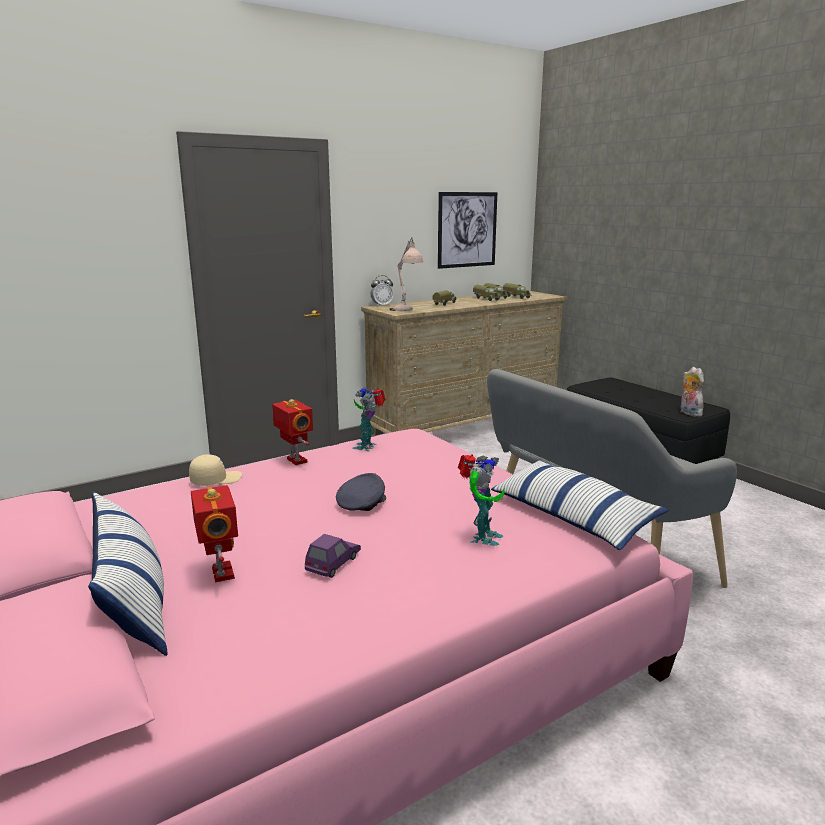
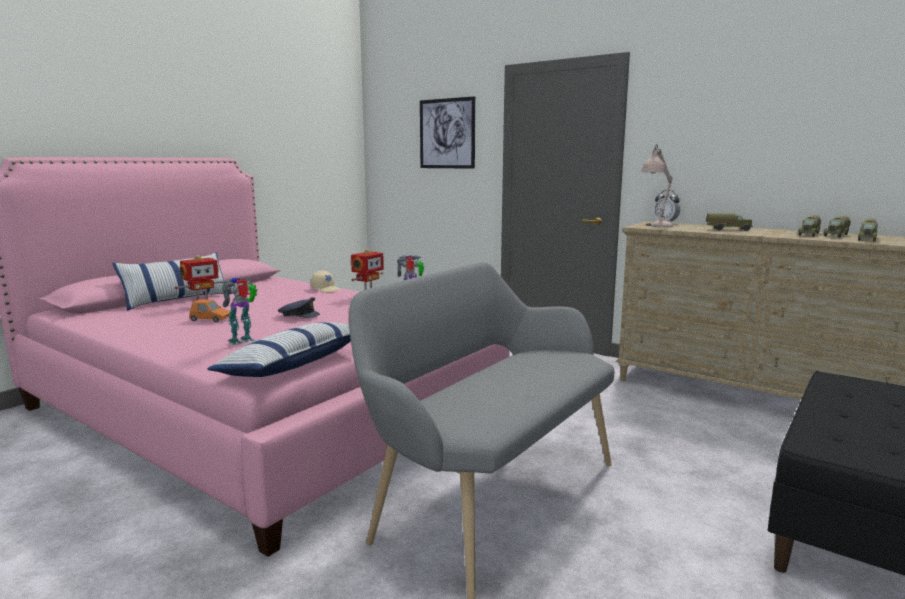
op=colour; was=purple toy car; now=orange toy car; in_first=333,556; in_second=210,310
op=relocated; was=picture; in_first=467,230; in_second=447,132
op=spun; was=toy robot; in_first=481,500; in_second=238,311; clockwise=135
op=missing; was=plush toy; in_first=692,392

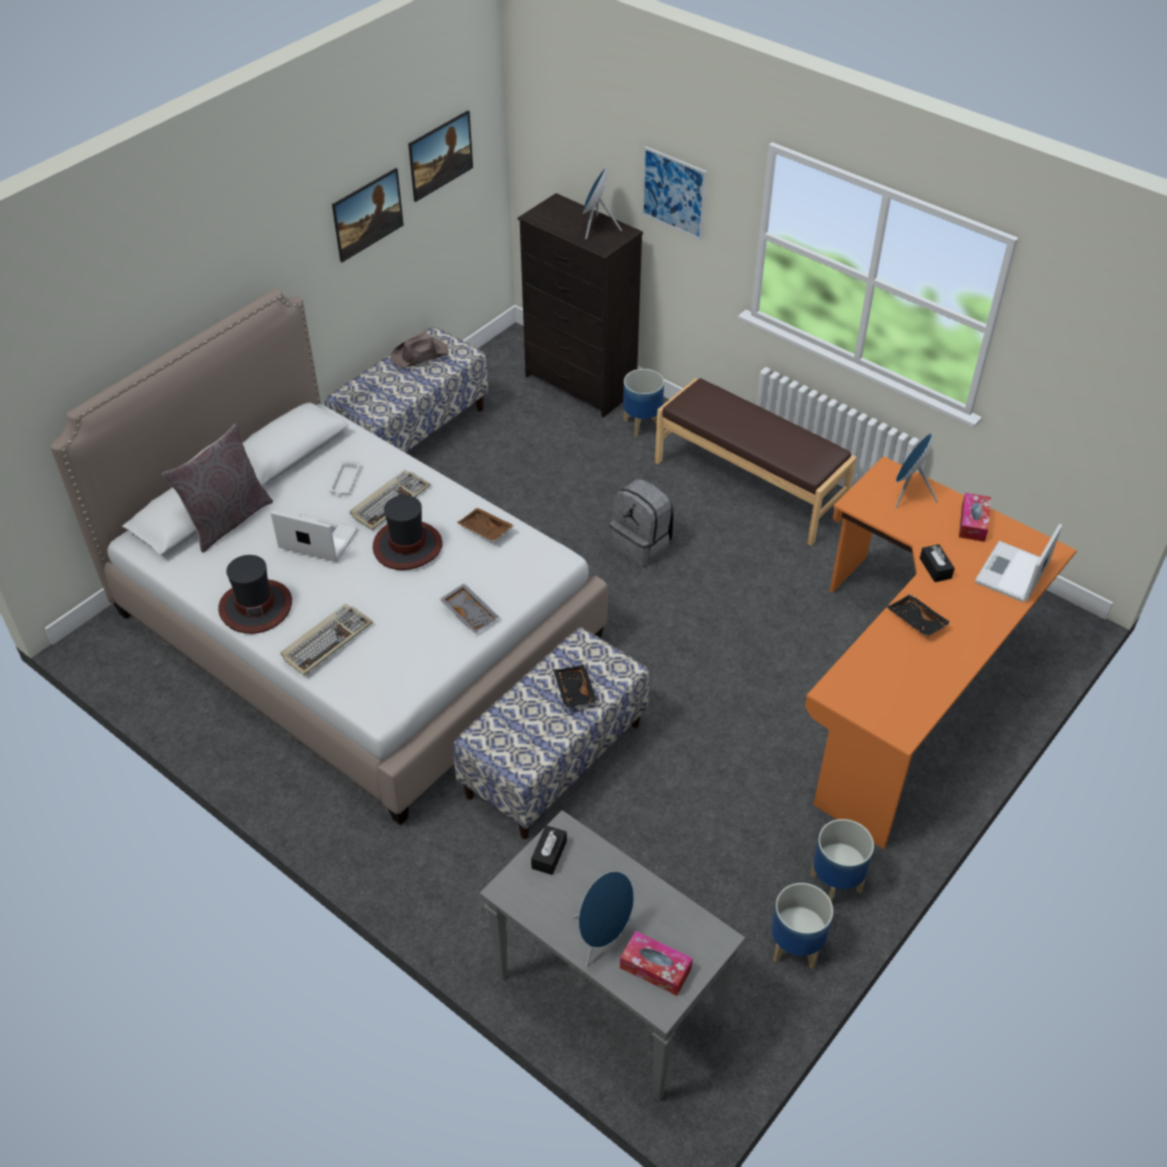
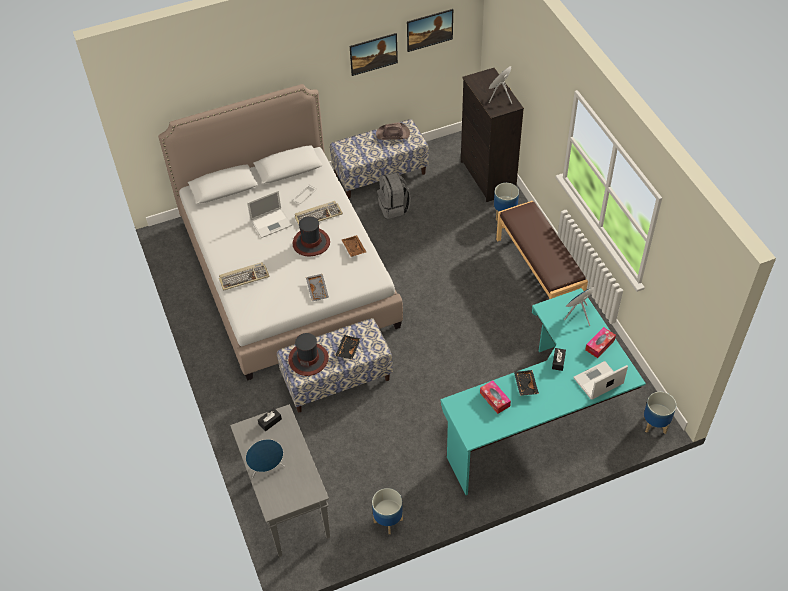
op=missing; was=grey pillow; in_first=217,488
op=relocated; was=hat; in_first=255,594; in_second=308,354
op=spun; was=laptop; in_first=314,536; in_second=269,214; clockwise=105
op=relocated; was=grey backpack; in_first=642,522; in_second=394,195
op=relocated; was=tissue box; in_first=656,963; in_second=495,397
op=missing; was=picture; in_first=674,193
op=colour; was=orange desk; now=turquoise desk; in_first=941,652; in_second=543,391
op=relocated; was=planter; in_first=842,860; in_second=660,413

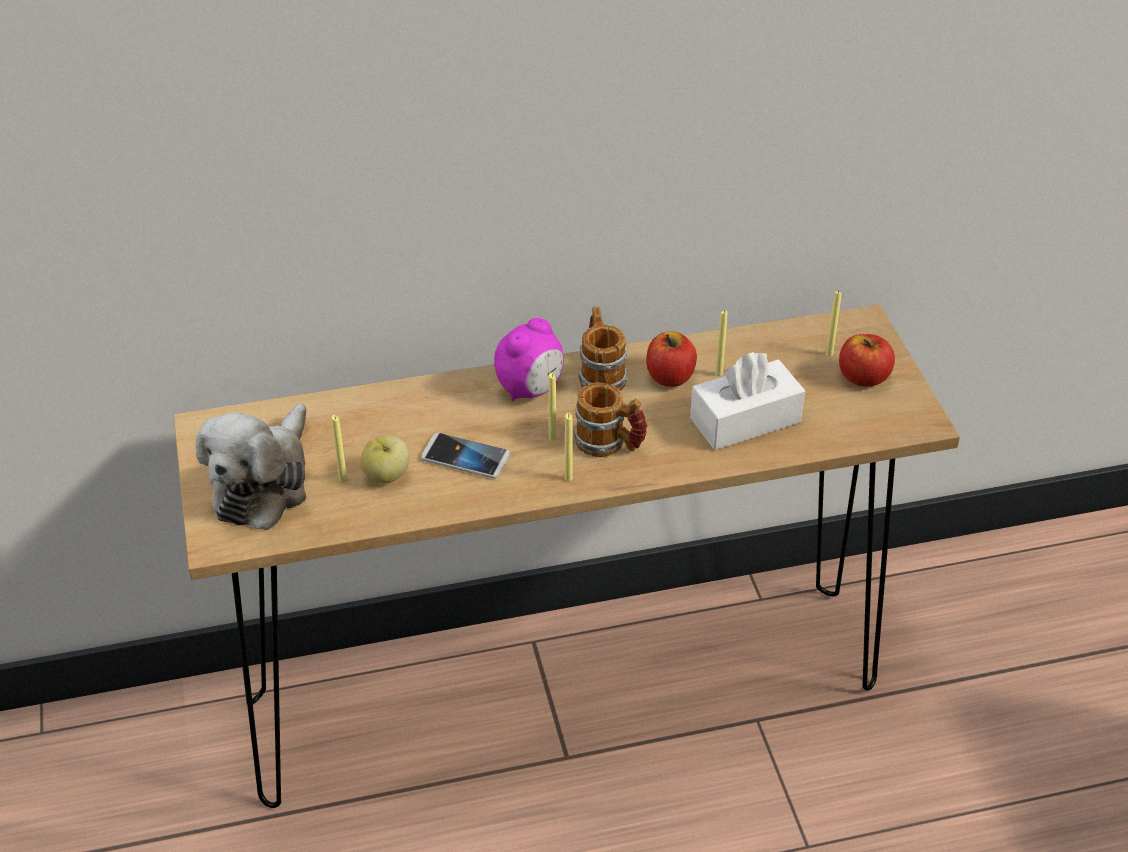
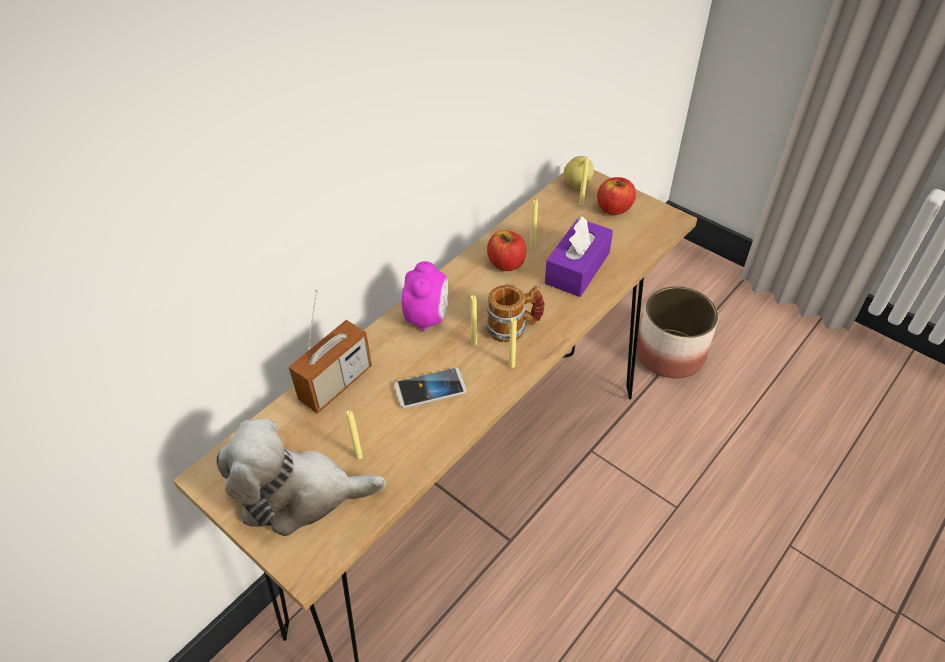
op=spun; was=plush toy; in_first=250,466; in_second=301,477; clockwise=105
op=relocated; was=apple; in_first=385,460; in_second=579,172
op=missing; was=mug; in_first=603,348
op=colour; was=white tissue box; now=purple tissue box; in_first=747,401; in_second=579,256
op=appeared; now=radio; in_second=330,351
op=appeared; now=planter; in_second=677,332

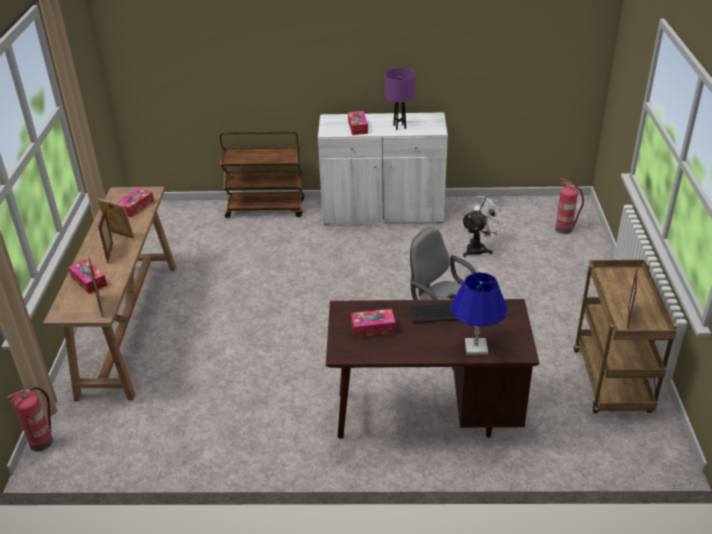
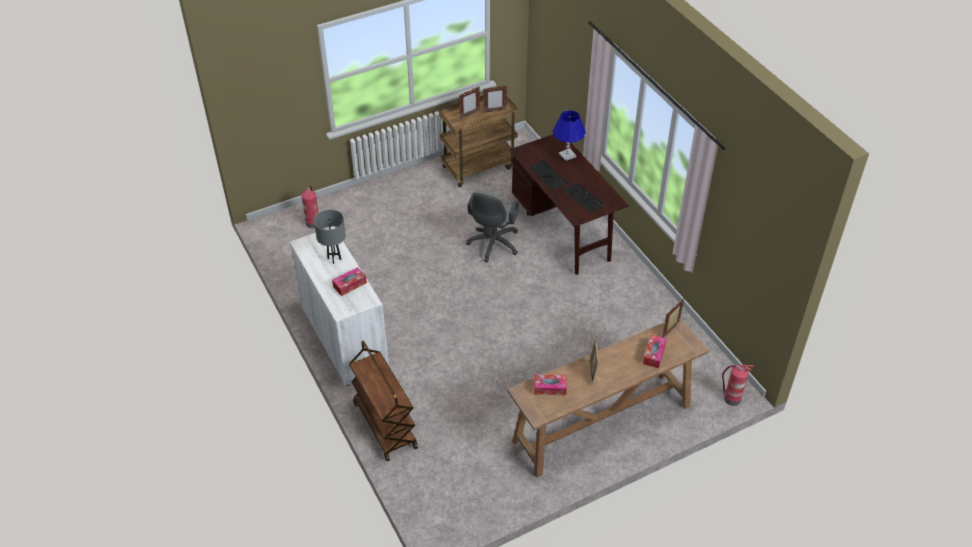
op=relocated; was=picture frame; in_first=105,235; in_second=469,102
op=exchanged; was=tissue box; now=keyboard; in_first=373,323; in_second=584,197
op=colour; was=purple table lamp; now=grey table lamp; in_first=400,99; in_second=330,237
op=missing; was=white fan; in_first=484,225

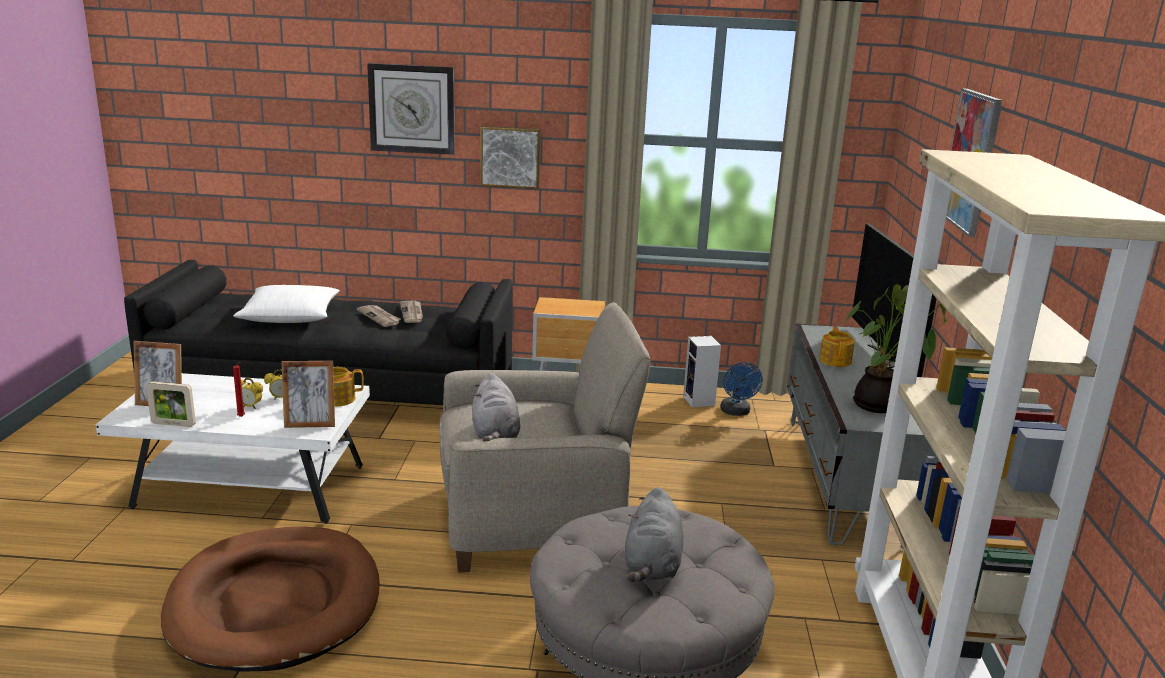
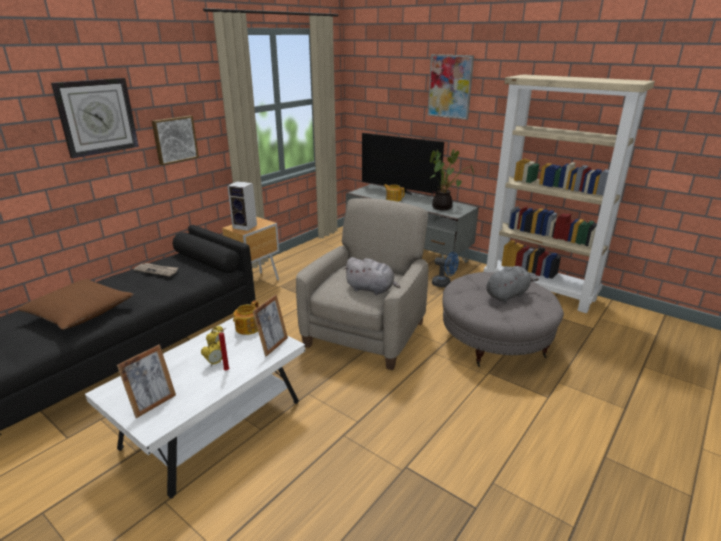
op=missing; was=picture frame; in_first=171,404
op=missing; was=brown dog bed; in_first=270,599
op=colour; was=white pillow; now=brown pillow; in_first=286,304; in_second=75,304
op=missing; was=newspaper; in_first=379,316
op=spun; was=grey plush toy; in_first=654,534; in_second=512,284; clockwise=-75
op=relocated; was=speaker; in_first=702,372; in_second=242,206
op=relocated; was=blue fan; in_first=741,389; in_second=445,270

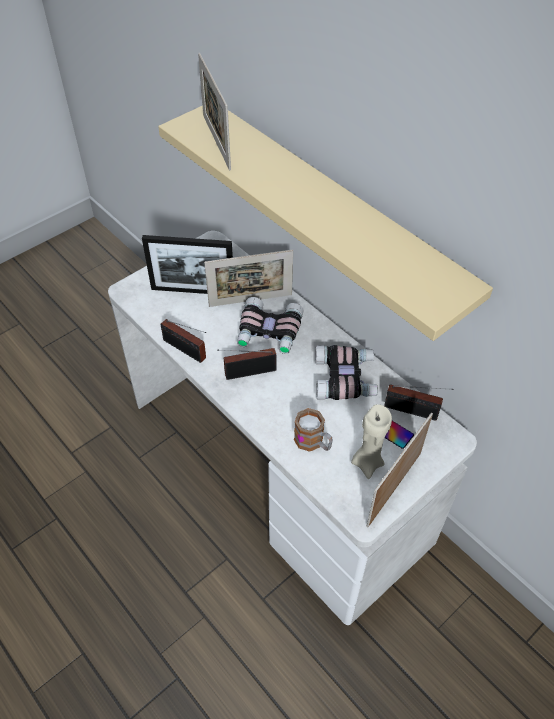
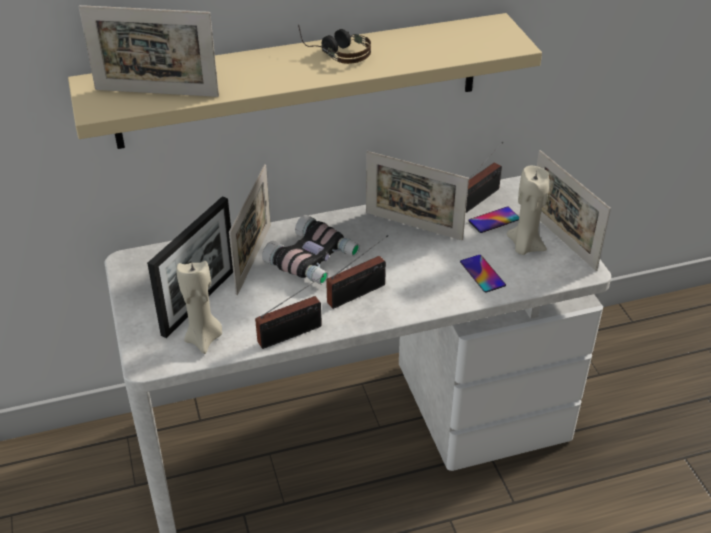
op=spun; was=radio; in_first=247,364; in_second=357,272; clockwise=-135
op=exchanged; was=mug; now=phone; in_first=313,430; in_second=483,274
op=exchanged; was=binoculars; now=picture frame; in_first=346,372; in_second=417,195
op=appeared; now=beige candle; in_second=199,307
op=appeared; now=headphones; in_second=334,44

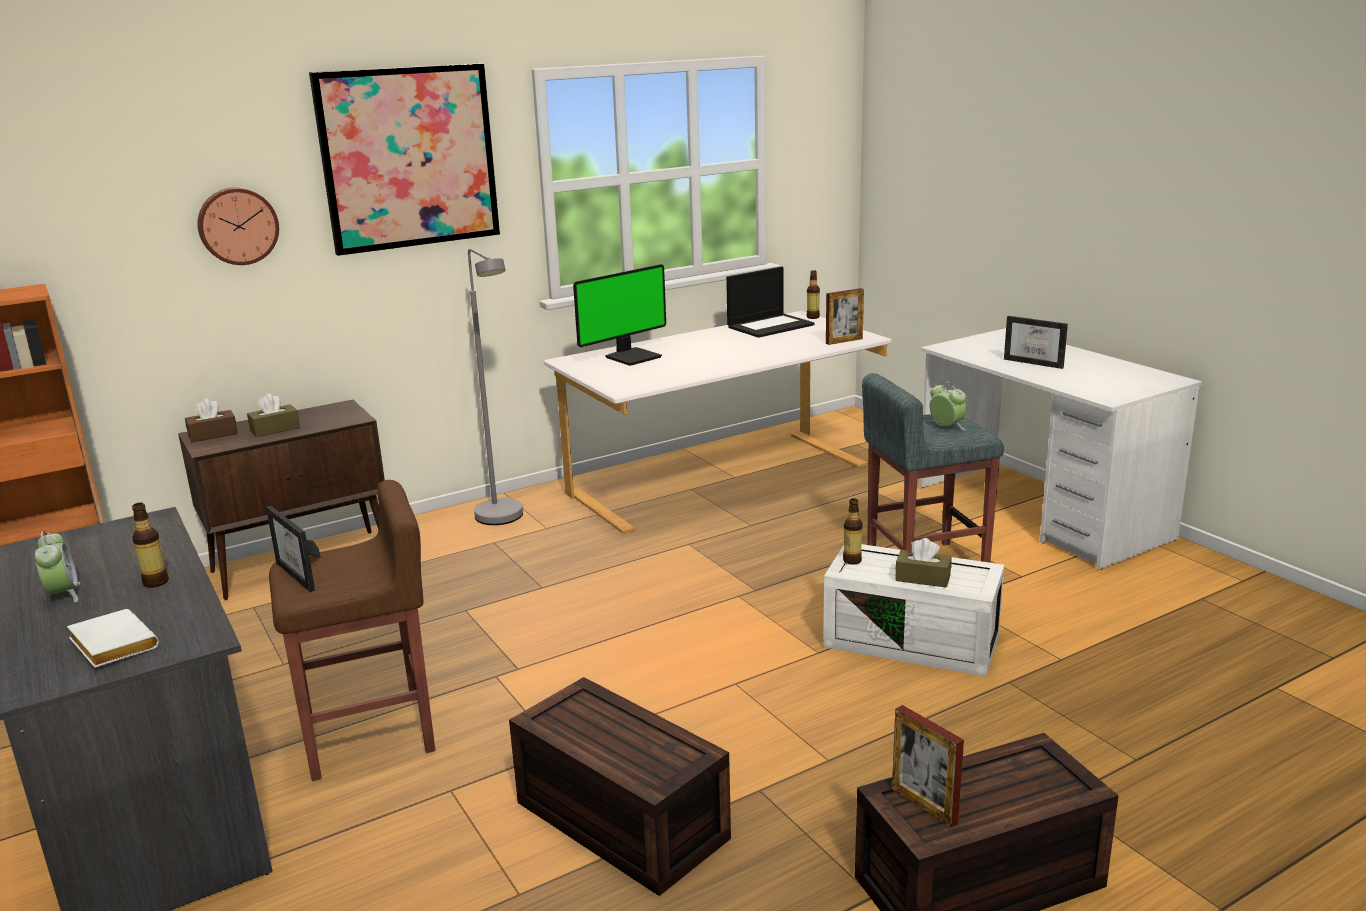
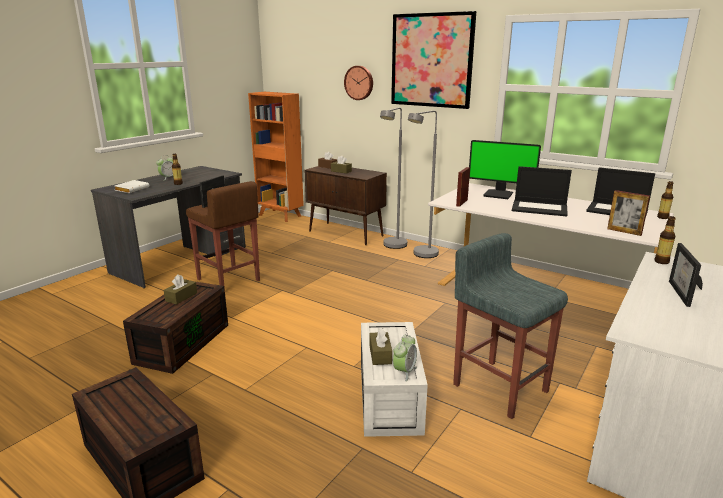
op=relocated; was=bottle; in_first=852,531; in_second=665,240
op=relocated; was=picture frame; in_first=928,766; in_second=463,187
op=relocated; was=alarm clock; in_first=948,405; in_second=405,358
op=appeared; now=brown tissue box; in_second=180,290
op=appeared; now=grey floor lamp; in_second=393,178
op=appeared; now=laptop; in_second=542,191

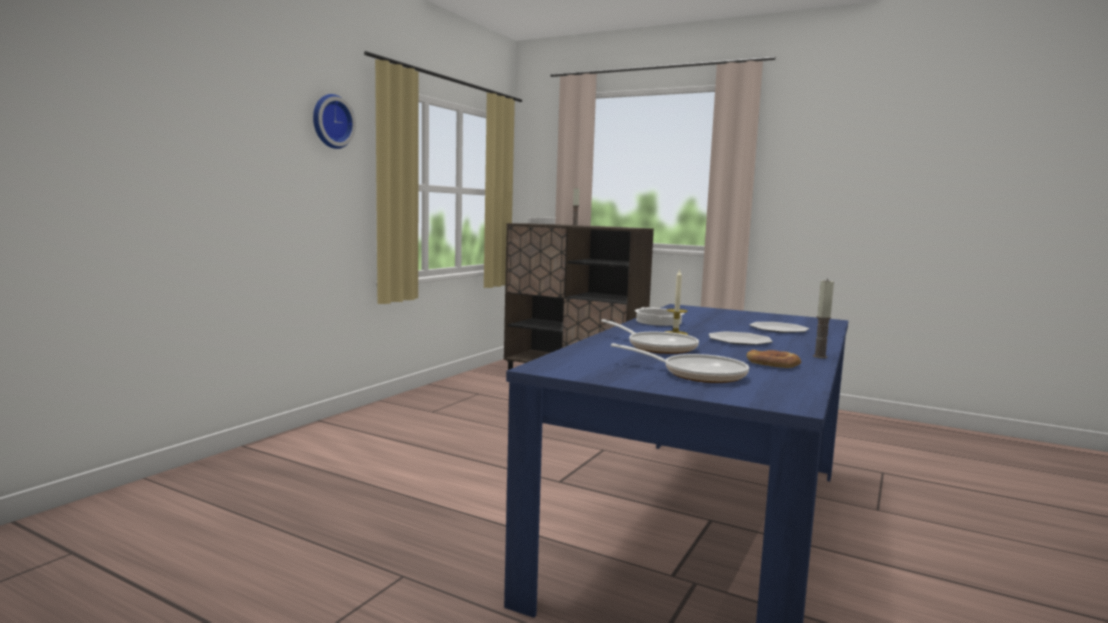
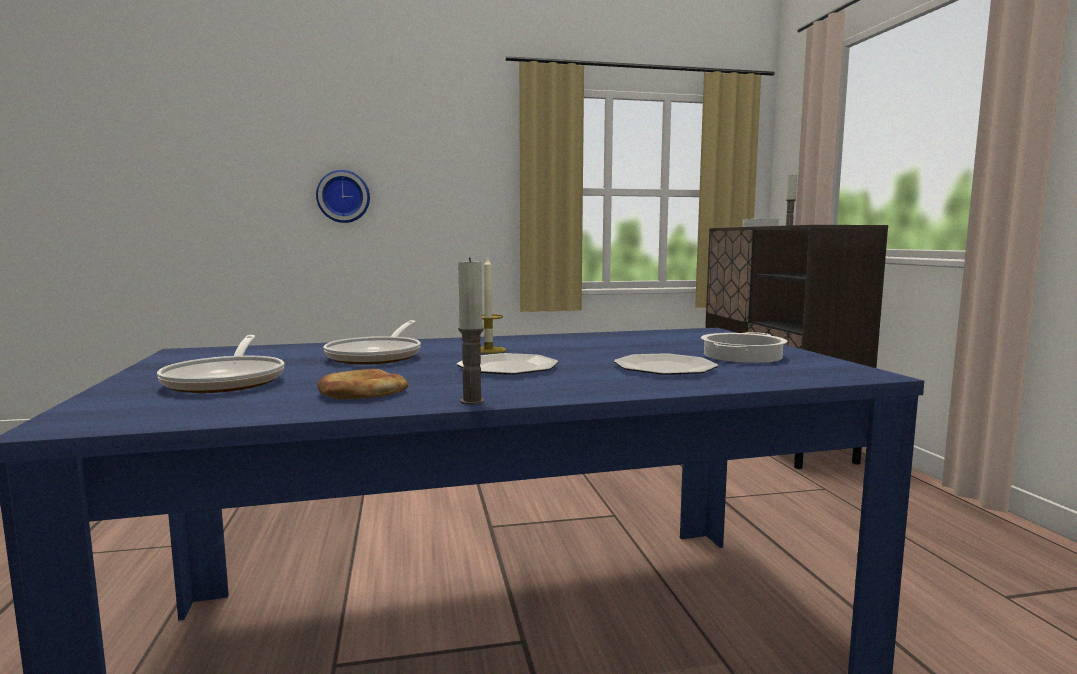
op=relocated; was=wall clock; in_first=334,121; in_second=343,196
op=relocated; was=cooking pot; in_first=659,316; in_second=744,347

